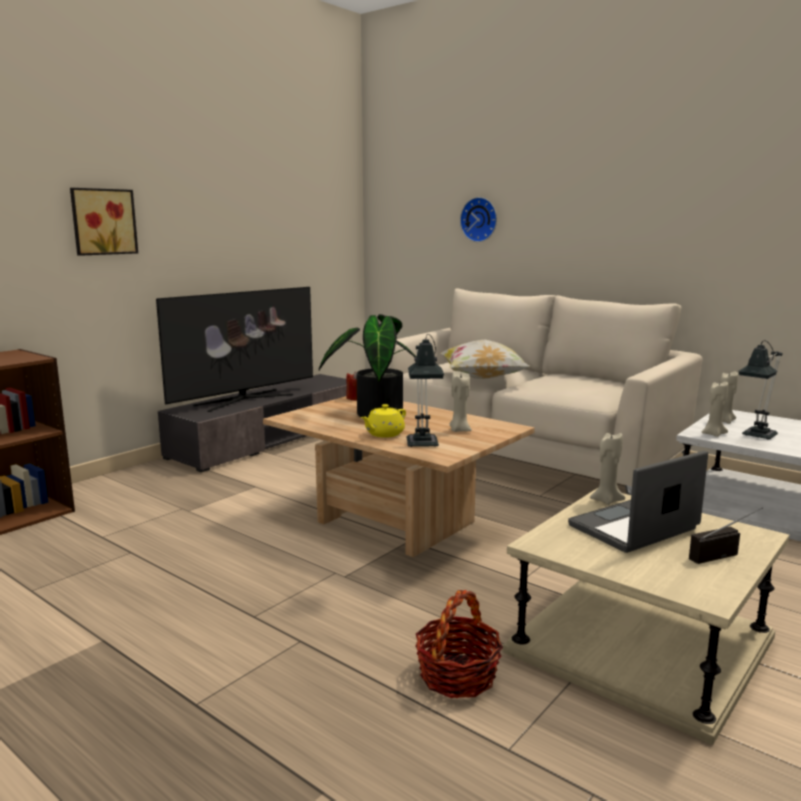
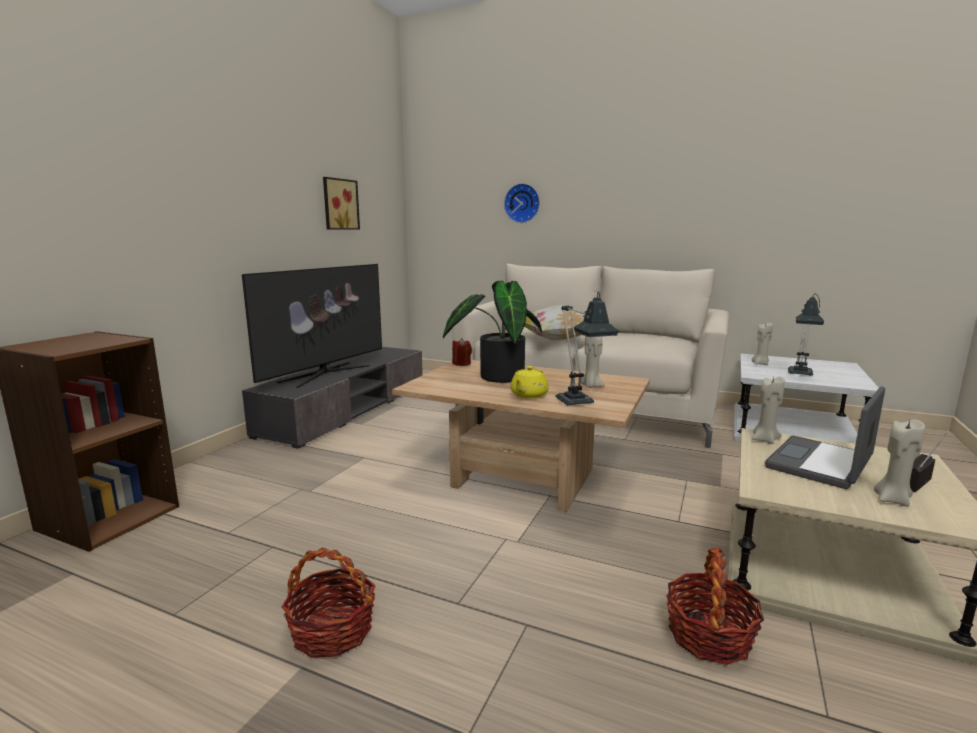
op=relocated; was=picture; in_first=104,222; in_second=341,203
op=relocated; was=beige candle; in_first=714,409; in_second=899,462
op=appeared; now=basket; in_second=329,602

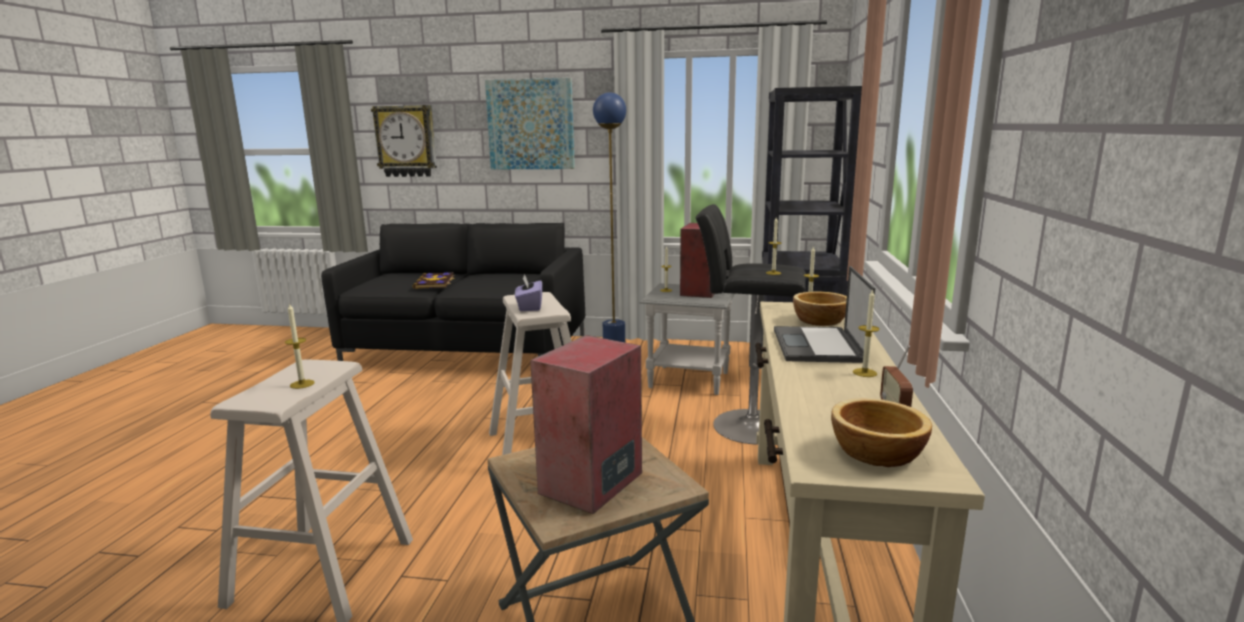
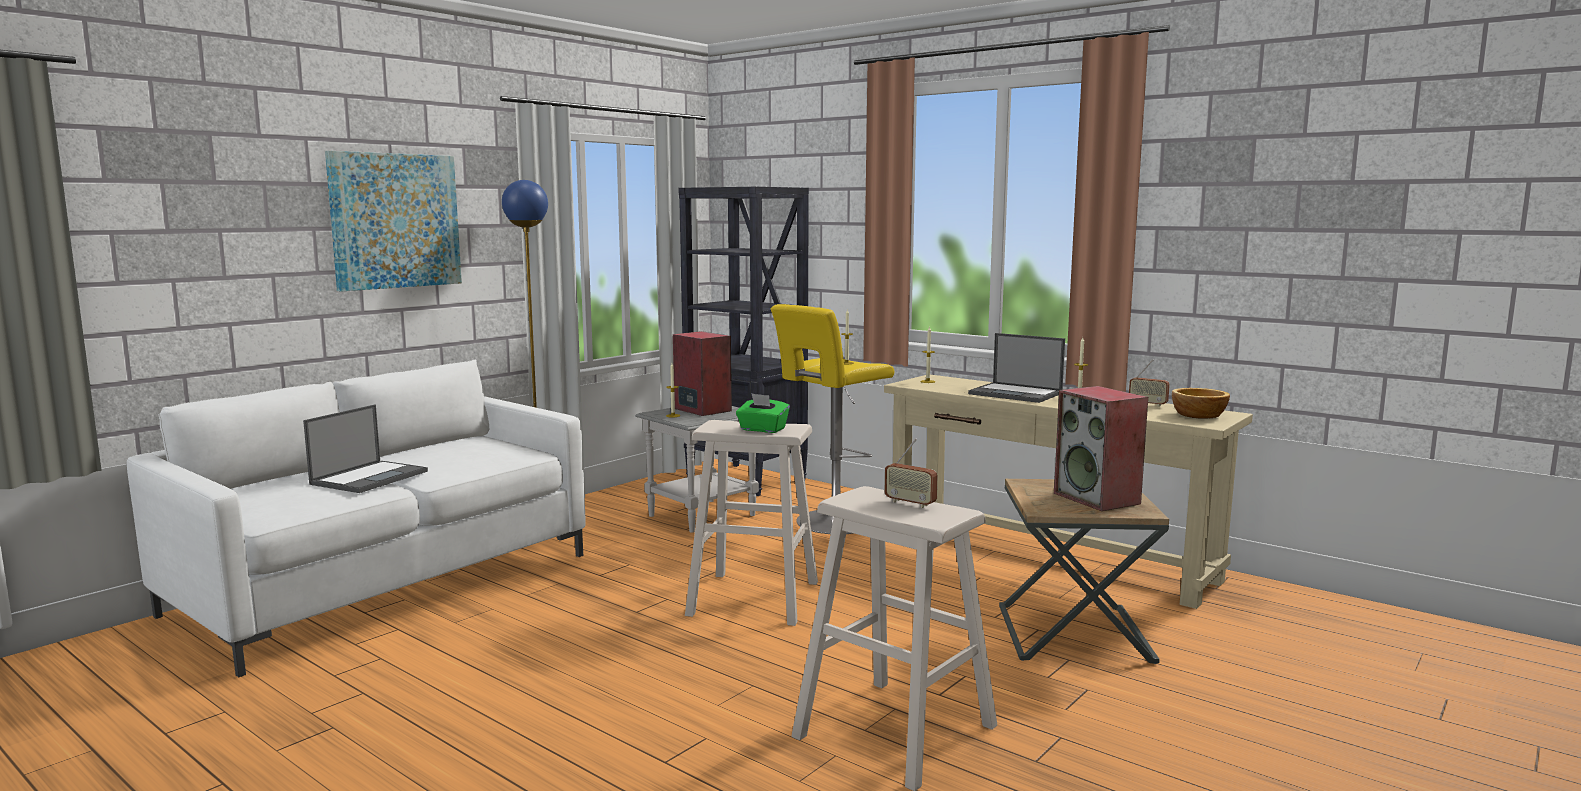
op=exchanged; was=candle; now=radio; in_first=300,346; in_second=911,473
op=colour; was=black sofa; now=white sofa; in_first=453,292; in_second=356,518
op=missing; was=wall clock; in_first=404,141
op=exchanged; was=book; now=laptop; in_first=434,280; in_second=365,448
op=colour; was=purple tissue box; now=green tissue box; in_first=528,292; in_second=763,413
op=colour; was=black stool; now=yellow stool; in_first=750,324; in_second=832,419
op=missing; was=bowl; in_first=820,309

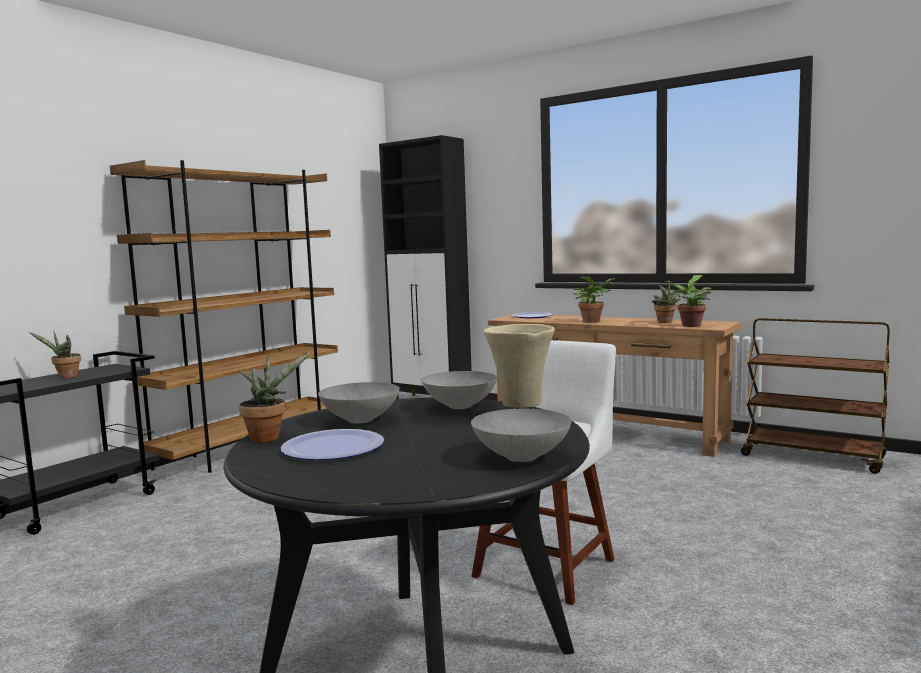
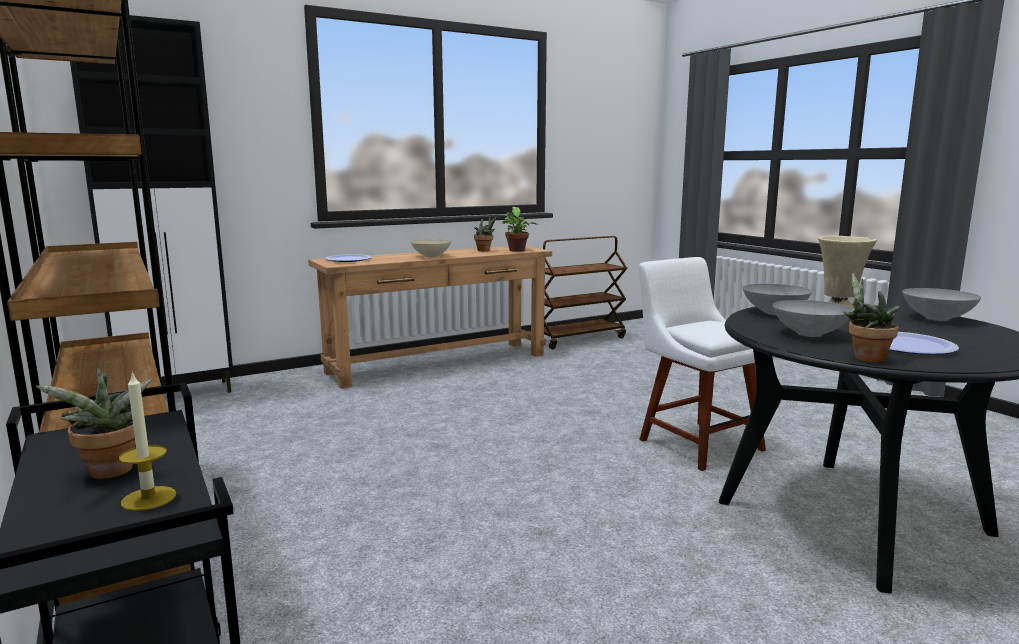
op=exchanged; was=potted plant; now=beige bowl; in_first=594,300; in_second=431,248
op=appeared; now=candle; in_second=147,441

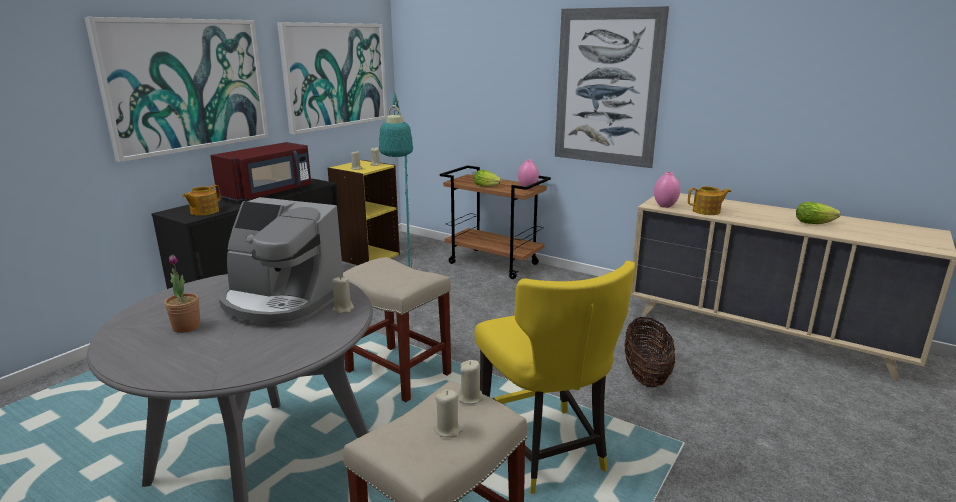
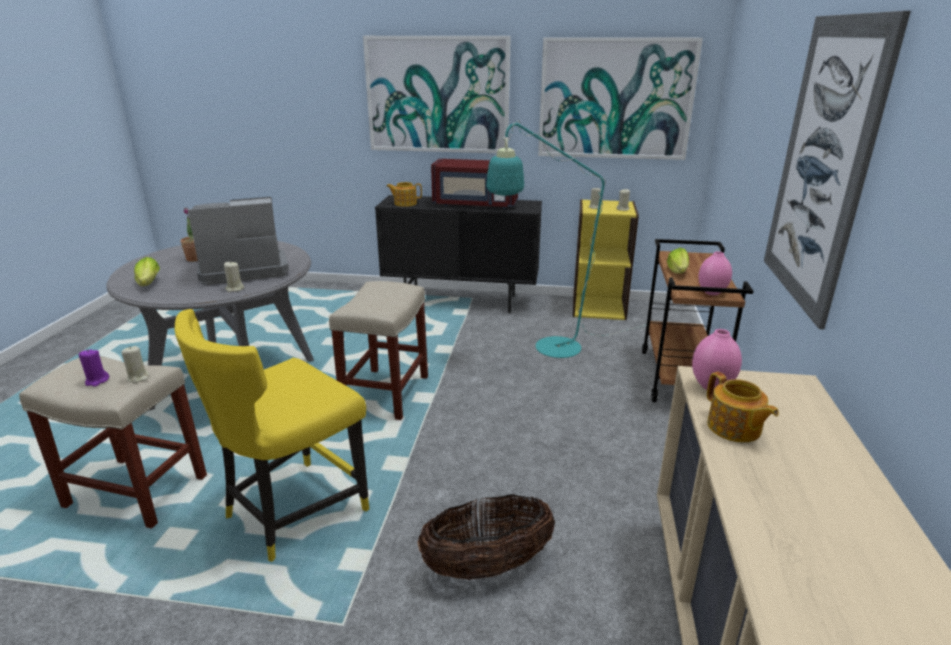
op=spun; was=coffee machine; in_first=281,262; in_second=238,241; clockwise=75
op=colour; was=beige candle; now=purple candle; in_first=448,414; in_second=94,368
op=relocated; was=lettuce; in_first=818,213; in_second=147,271

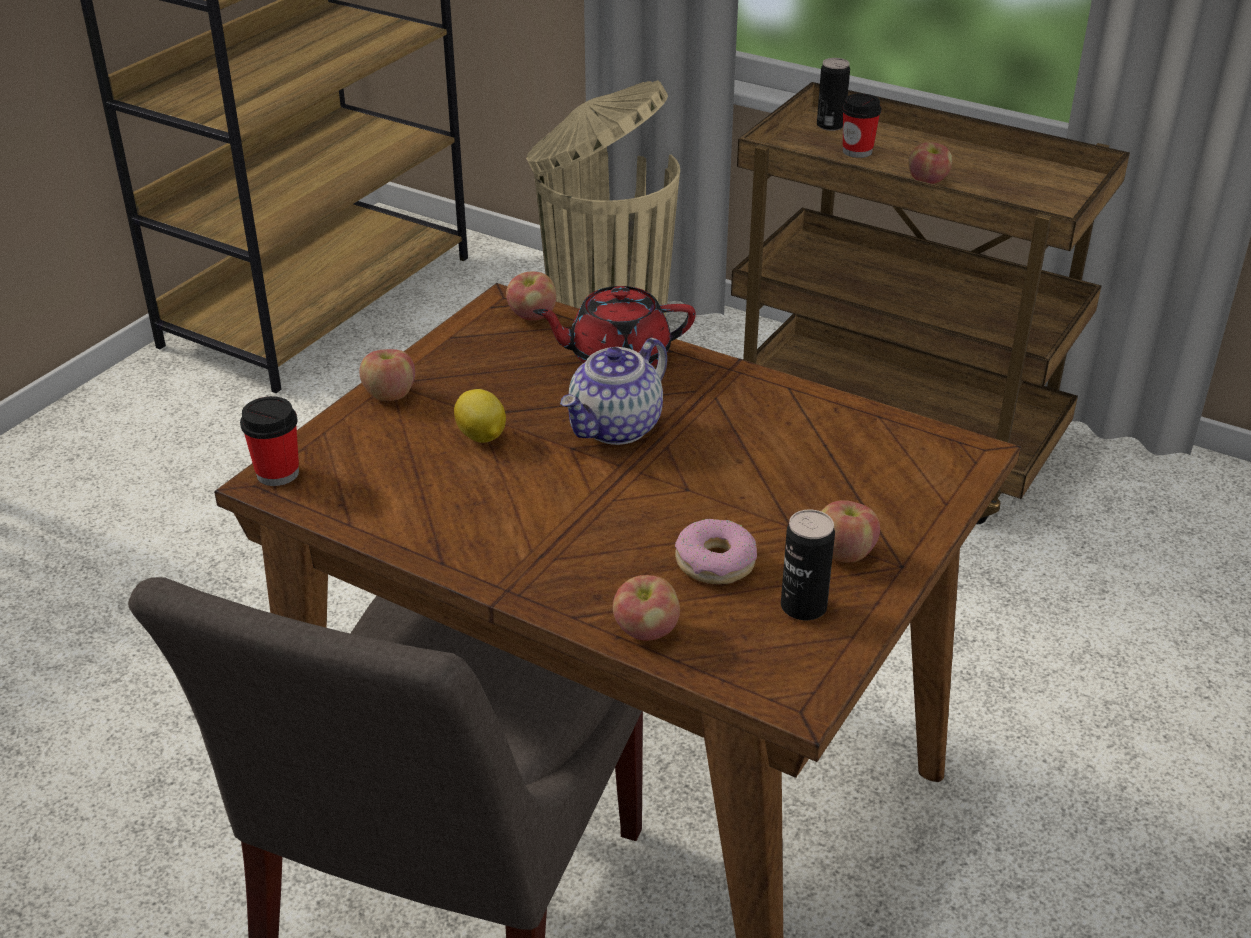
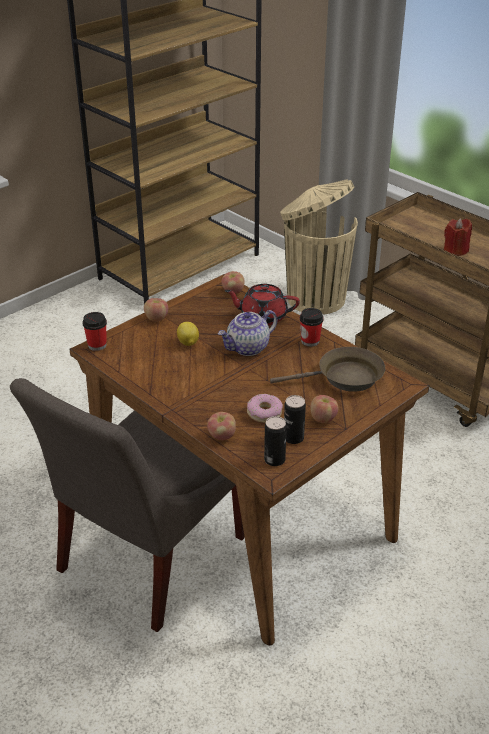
op=relocated; was=can; in_first=833,94; in_second=275,441
op=relocated; was=cup; in_first=861,125; in_second=312,327
op=exchanged; was=apple; now=red candle; in_first=930,163; in_second=458,237
op=appeared; now=brown frying pan; in_second=327,369

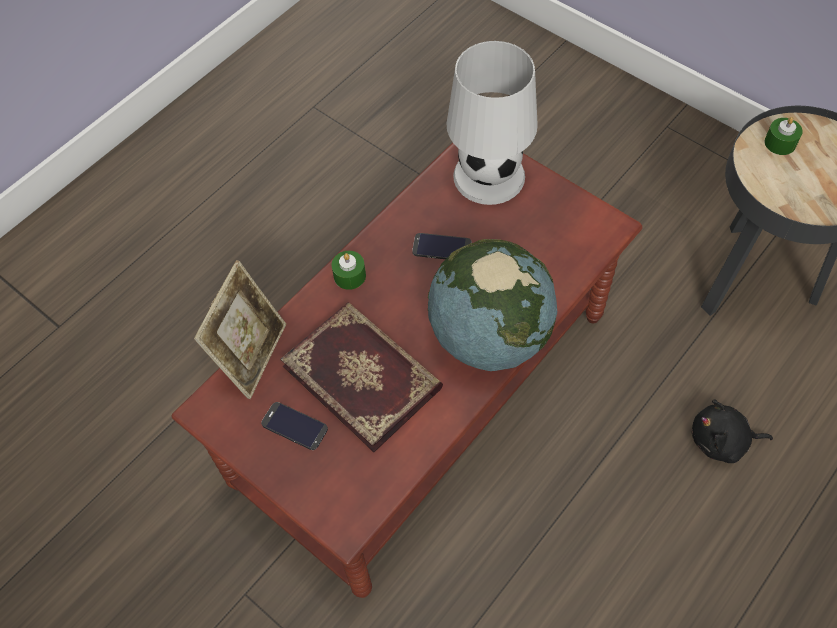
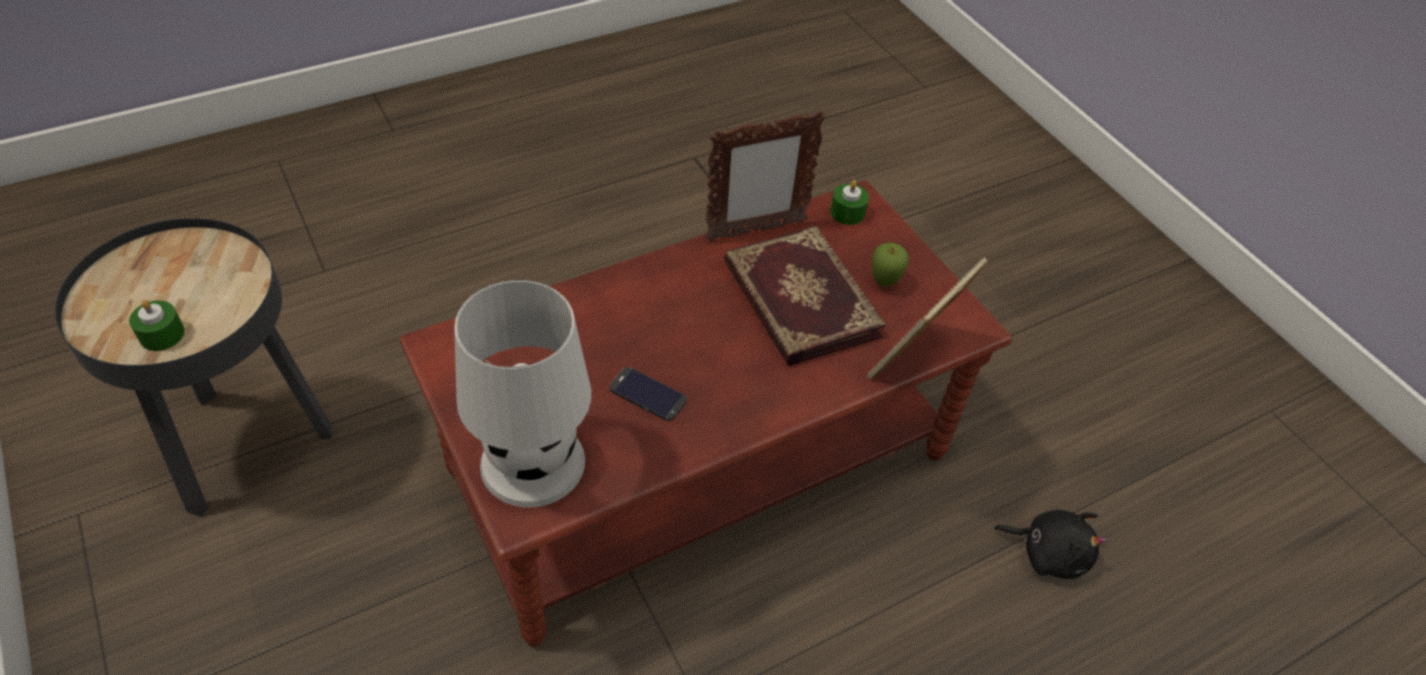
op=exchanged; was=phone; now=apple; in_first=294,426; in_second=890,265
op=relocated; was=green candle; in_first=349,270; in_second=849,202
op=missing; was=globe; in_first=492,305
op=relocated; was=black plush toy; in_first=732,431; in_second=1050,544
op=appeared; now=picture frame; in_second=765,176

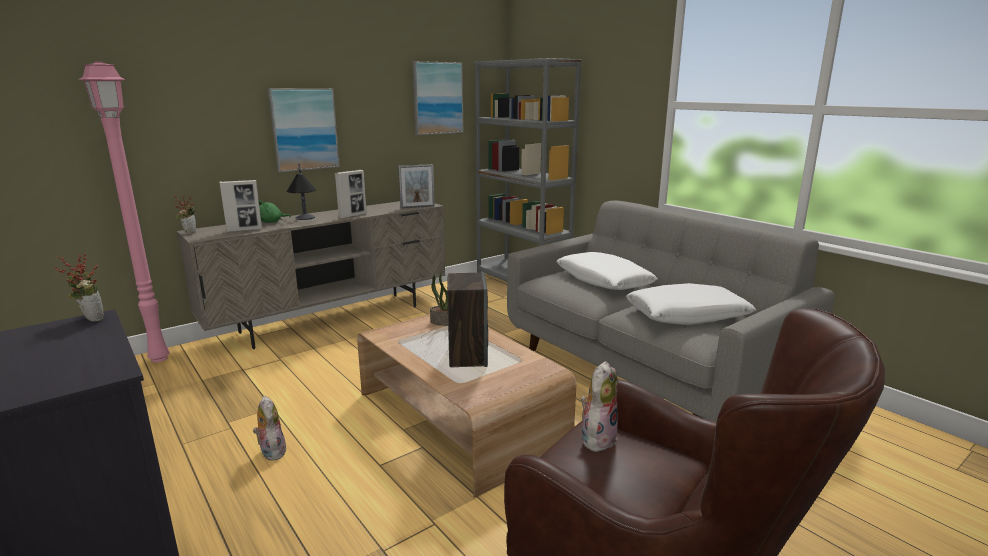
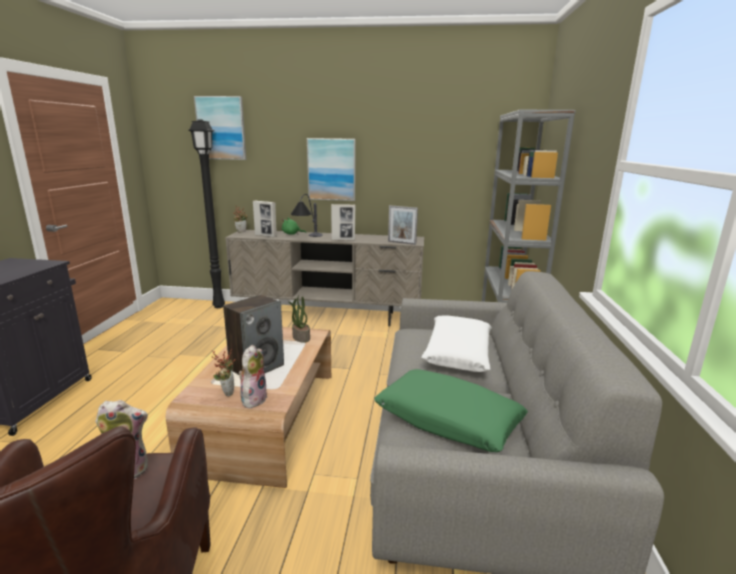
op=relocated; was=potted plant; in_first=79,287; in_second=224,373
op=colour; was=pink floor lamp; now=black floor lamp; in_first=124,212; in_second=206,214
op=relocated; was=plush toy; in_first=270,428; in_second=253,376
op=relocated; was=picture; in_first=437,98; in_second=220,128
op=colour; was=white pillow; now=green pillow; in_first=691,304; in_second=451,410

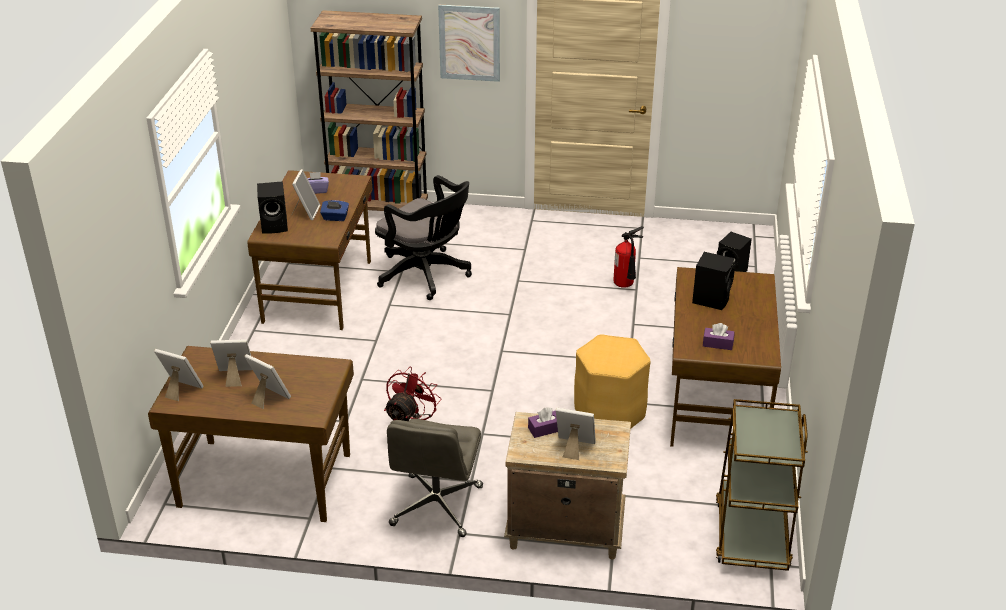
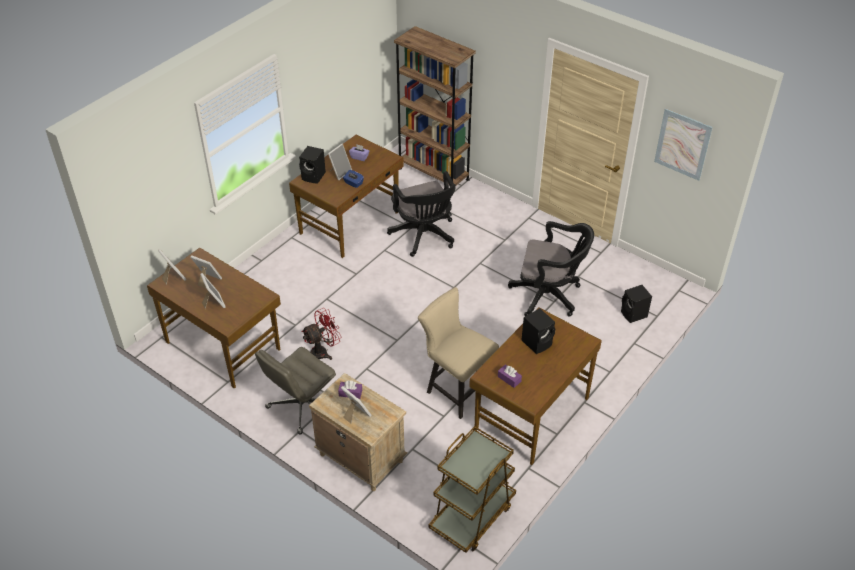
op=relocated; was=picture; in_first=469,43; in_second=683,145
op=exchanged; was=yellow stool; now=beige chair; in_first=612,381; in_second=458,353
op=exchanged; was=fire extinguisher; now=black office chair; in_first=628,257; in_second=551,269

